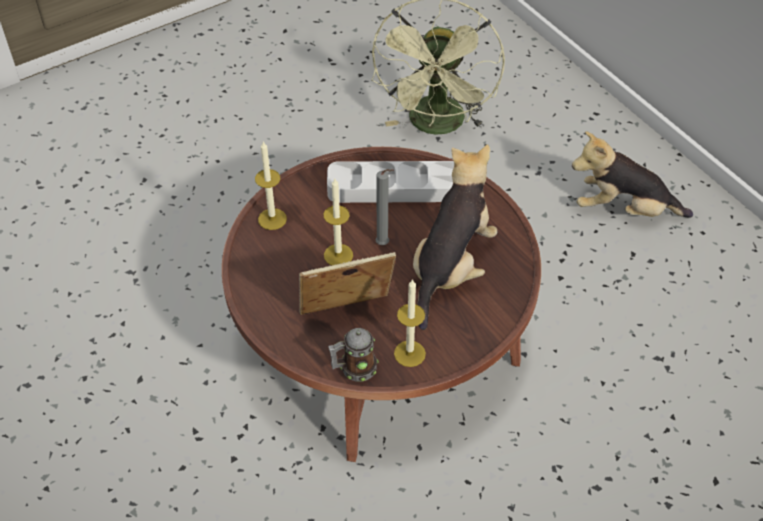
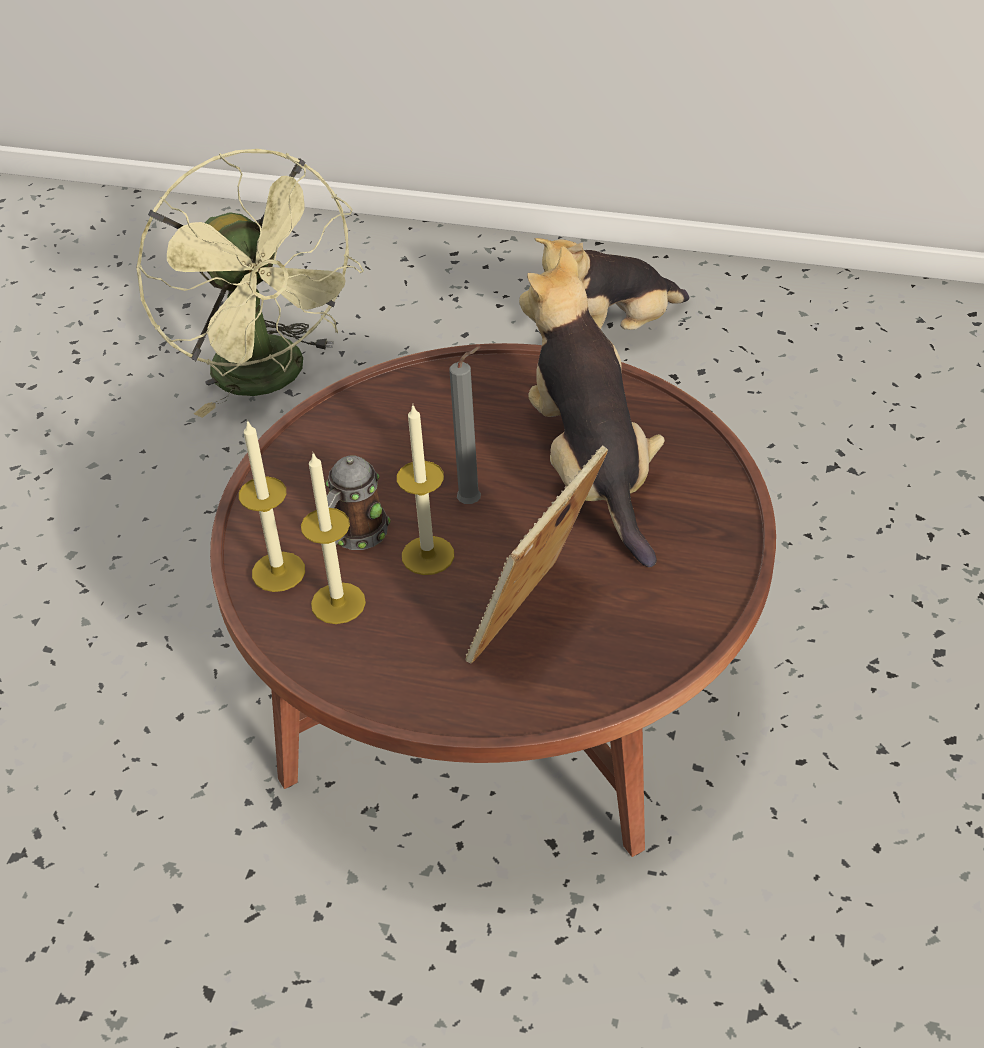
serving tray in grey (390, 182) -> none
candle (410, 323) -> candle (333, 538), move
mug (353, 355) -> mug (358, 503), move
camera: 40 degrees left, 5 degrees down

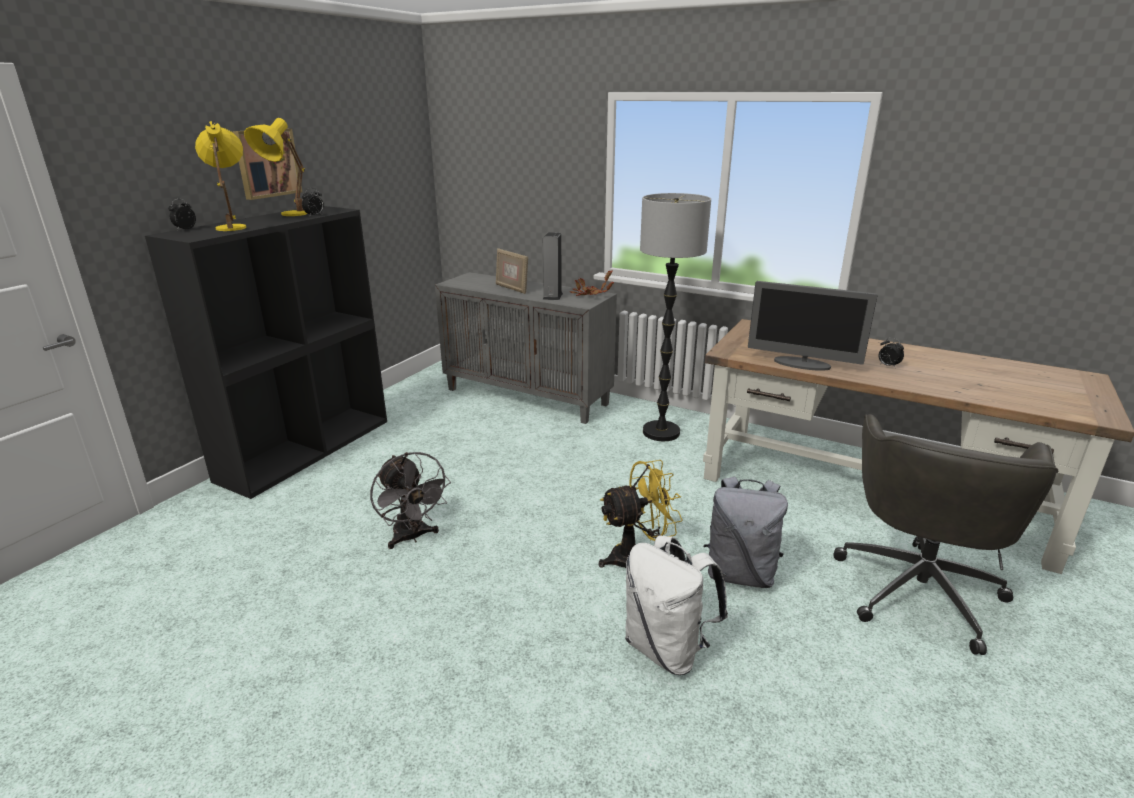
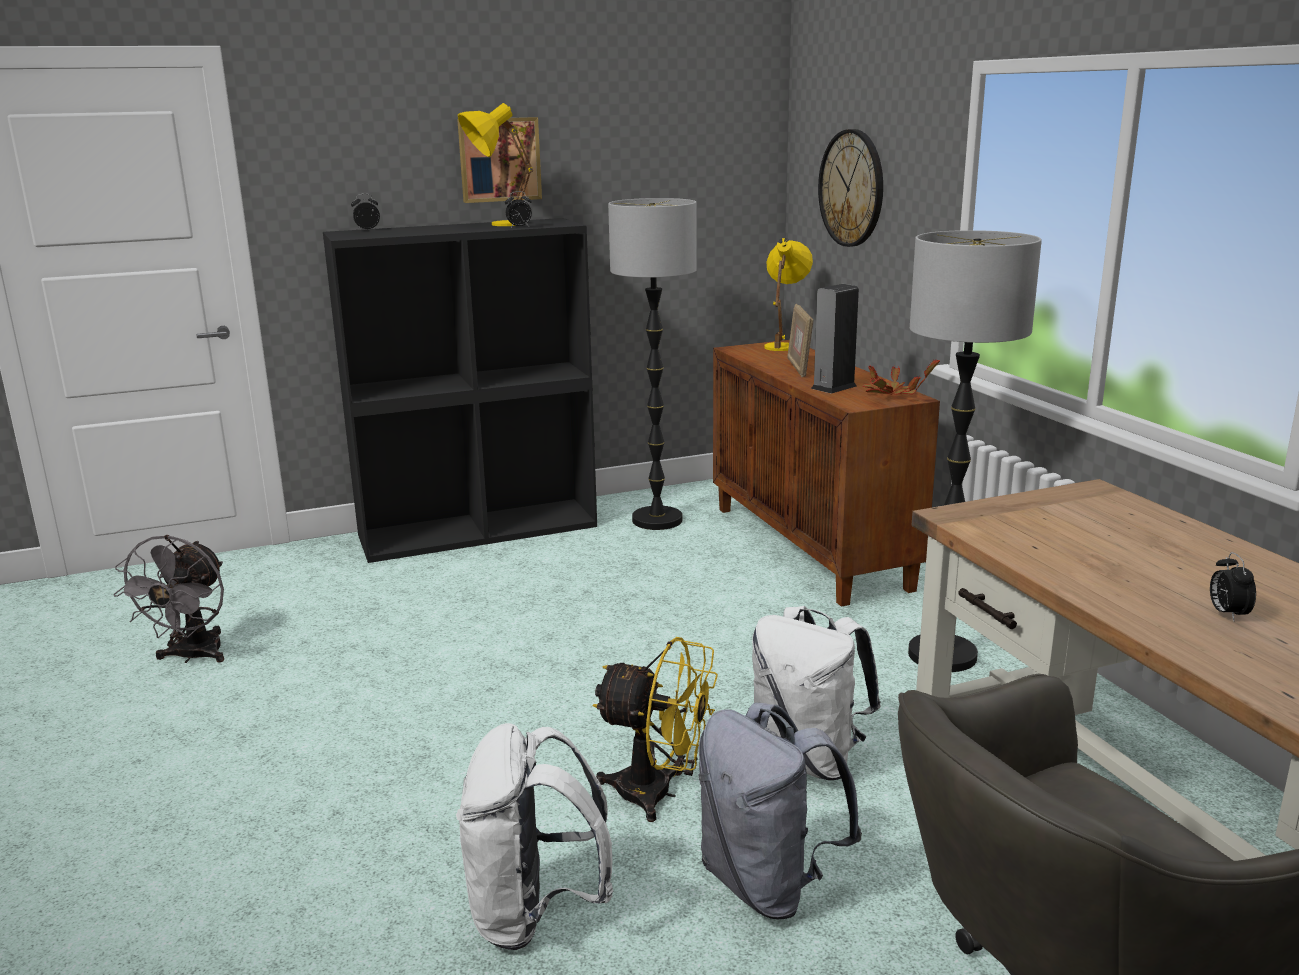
tabletop lamp in yellow-coloured (220, 176) -> tabletop lamp in yellow-coloured (788, 294), move
cupboard in grey (526, 348) -> cupboard in brown (826, 473)
computer display (812, 326) -> none
fan in grey (410, 500) -> fan in grey (168, 599), move
none -> clock on the wall (850, 188)
none -> floor lamp (652, 364)
none -> rucksack in white (816, 693)
camera: 40 degrees right, 5 degrees down

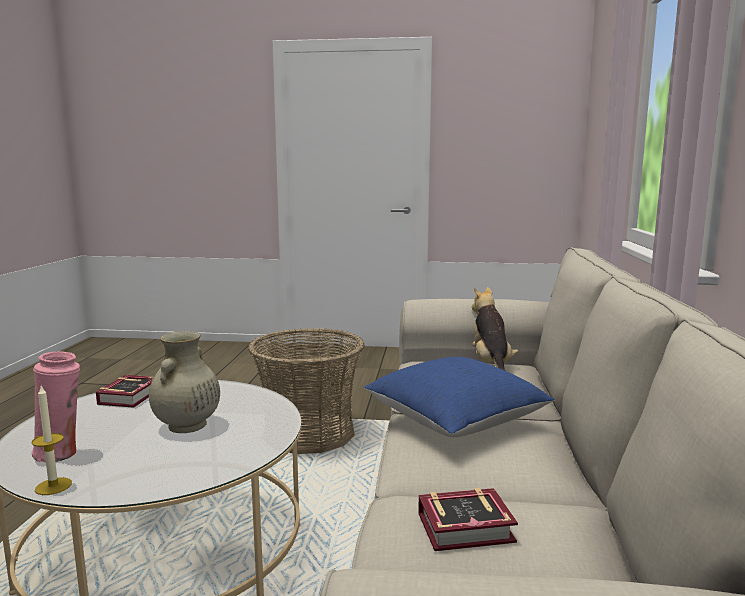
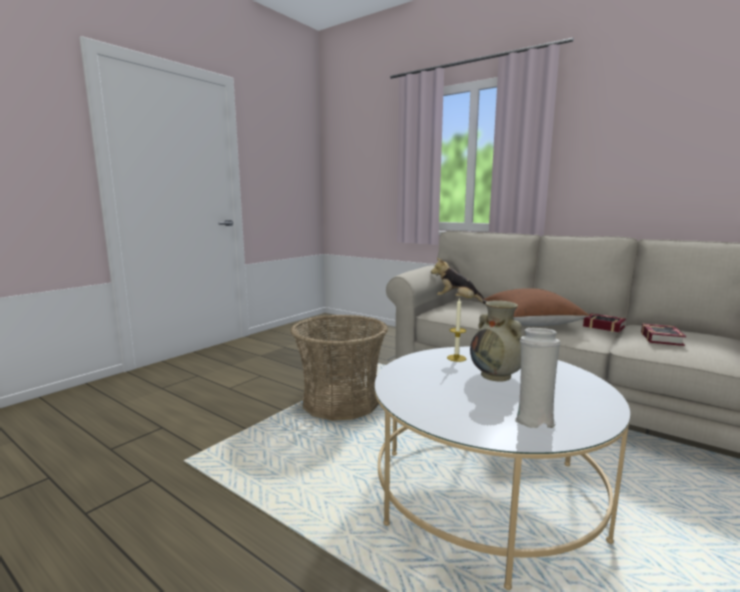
flower vase in pink (56, 407) -> flower vase in white (537, 378)
pillow in blue-coloured (459, 397) -> pillow in brown (536, 307)
volume (125, 391) -> volume (604, 322), move
candle (52, 440) -> candle (456, 330), move
camera: 60 degrees left, 0 degrees up

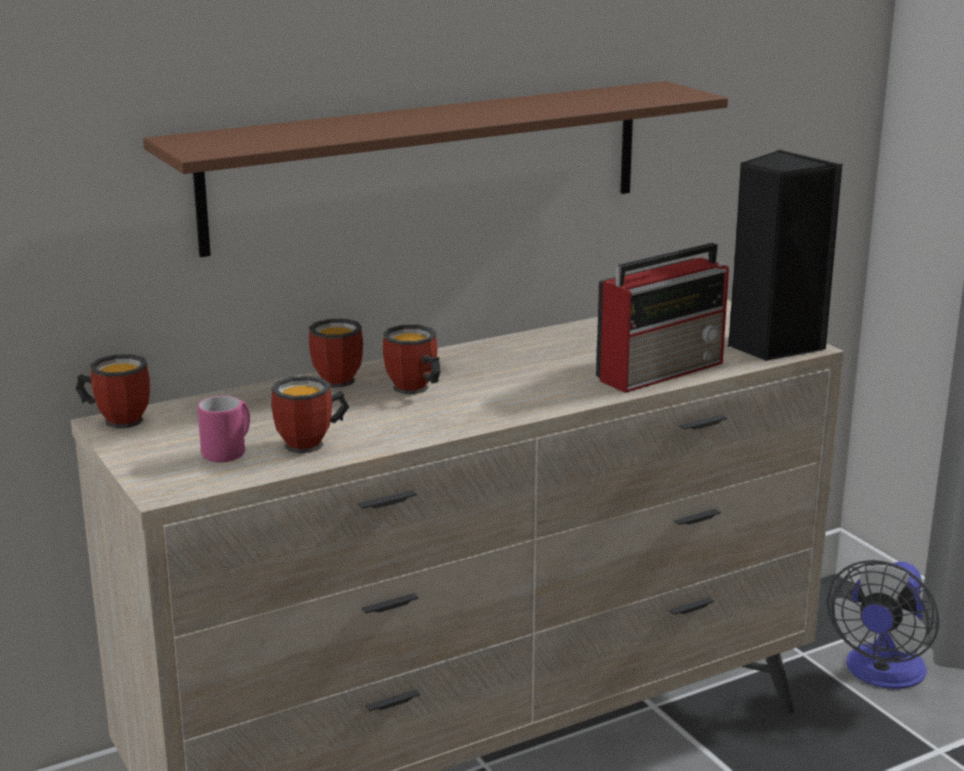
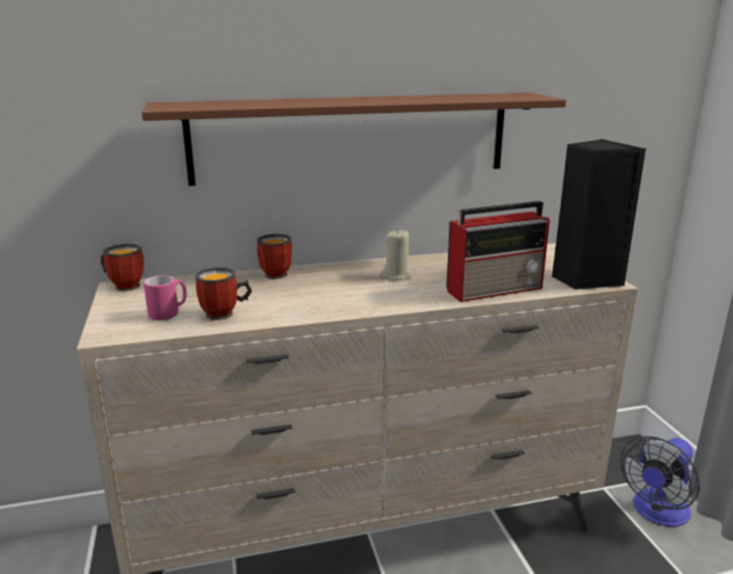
mug (411, 359) -> none
none -> candle in sand-coloured (397, 254)
camera: 15 degrees right, 0 degrees up

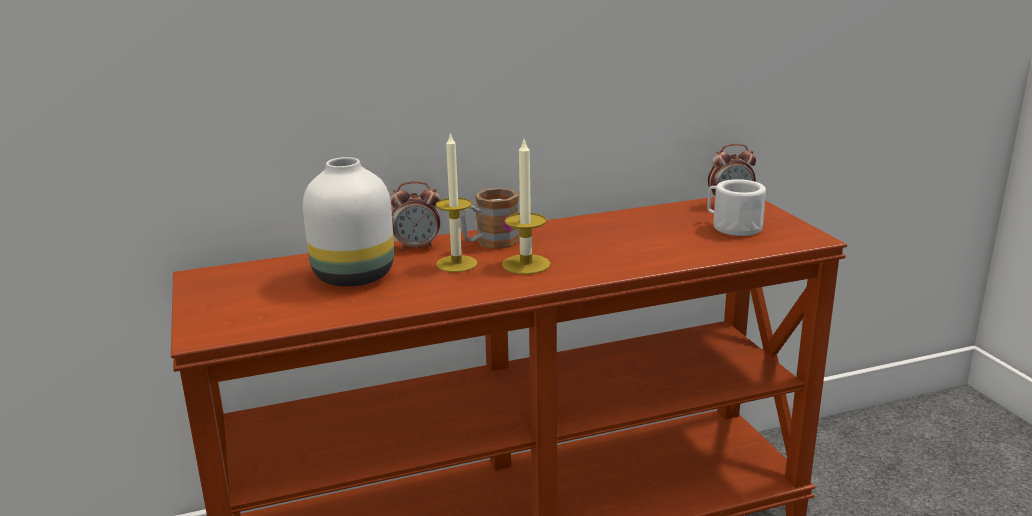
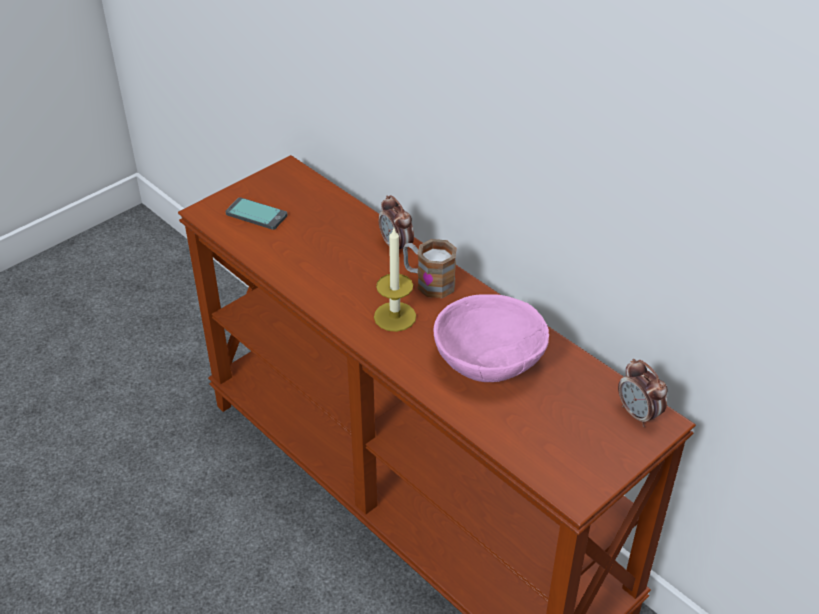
candle (457, 202) -> none
flower vase in white (348, 222) -> none
mug in white (736, 207) -> none
none -> phone (257, 213)
none -> serving bowl in pink (491, 338)
camera: 65 degrees right, 20 degrees up

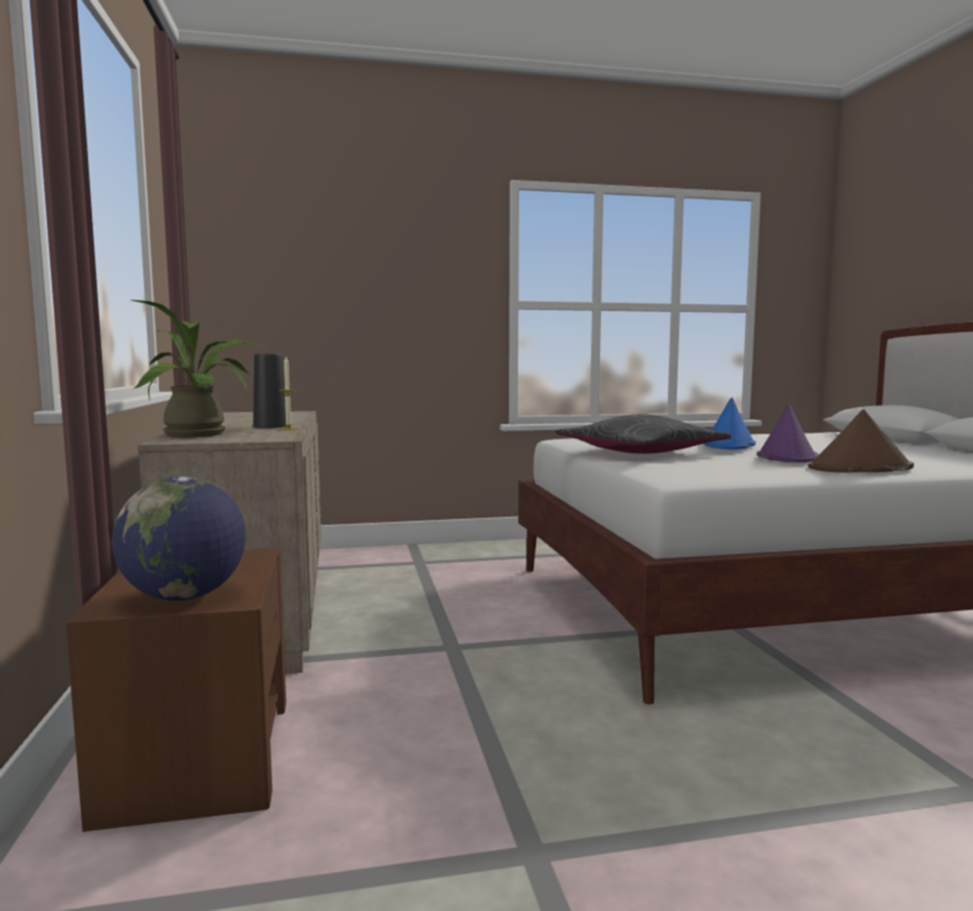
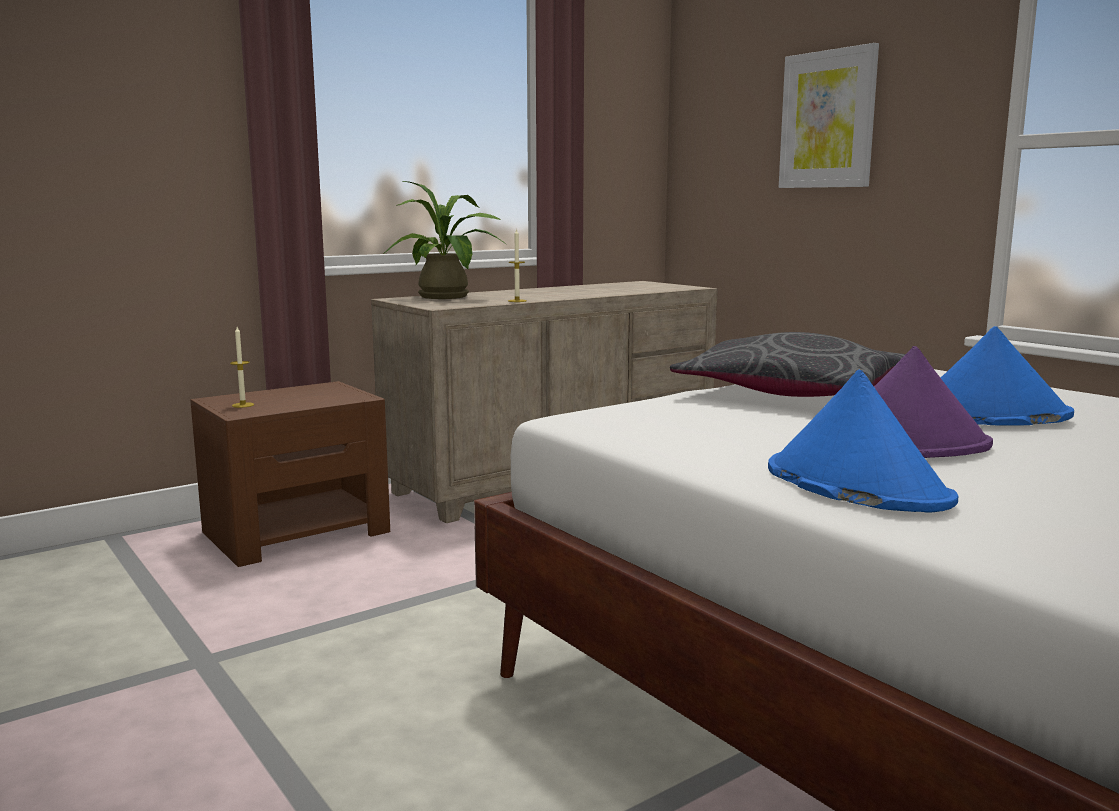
flower vase in blackish (269, 391) -> none
clothing hat in brown (861, 441) -> clothing hat in blue-coloured (863, 441)
globe (179, 538) -> candle (242, 367)
none -> wall picture (829, 115)
camera: 65 degrees right, 5 degrees up

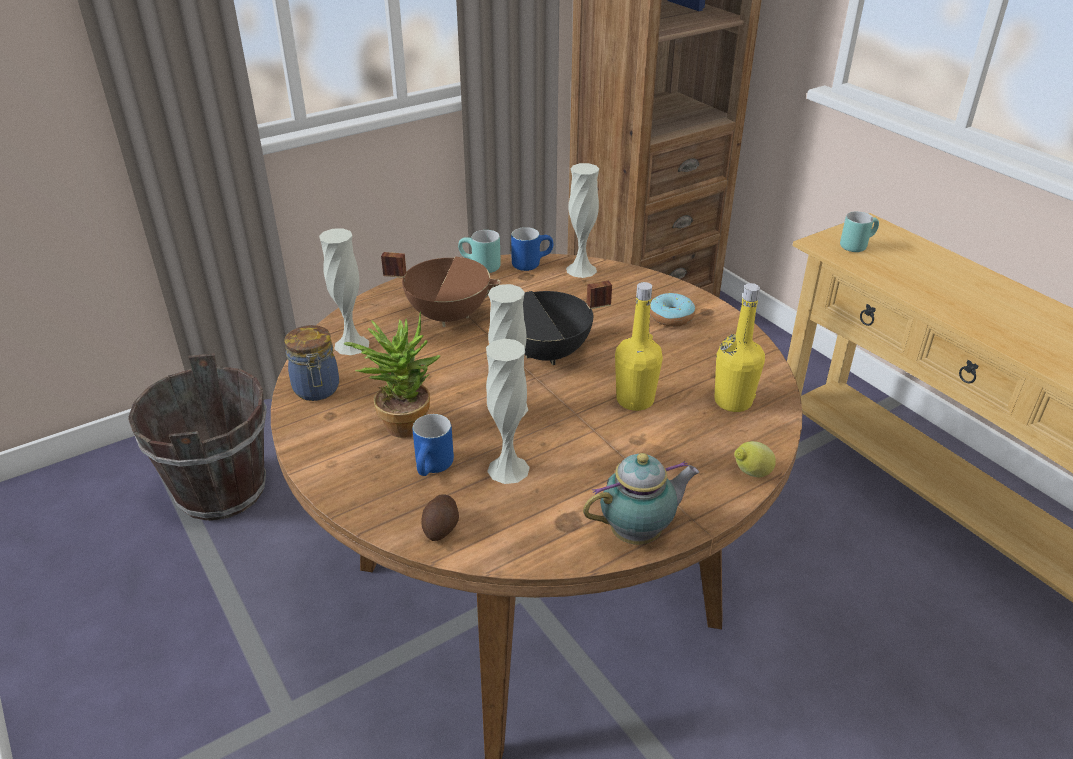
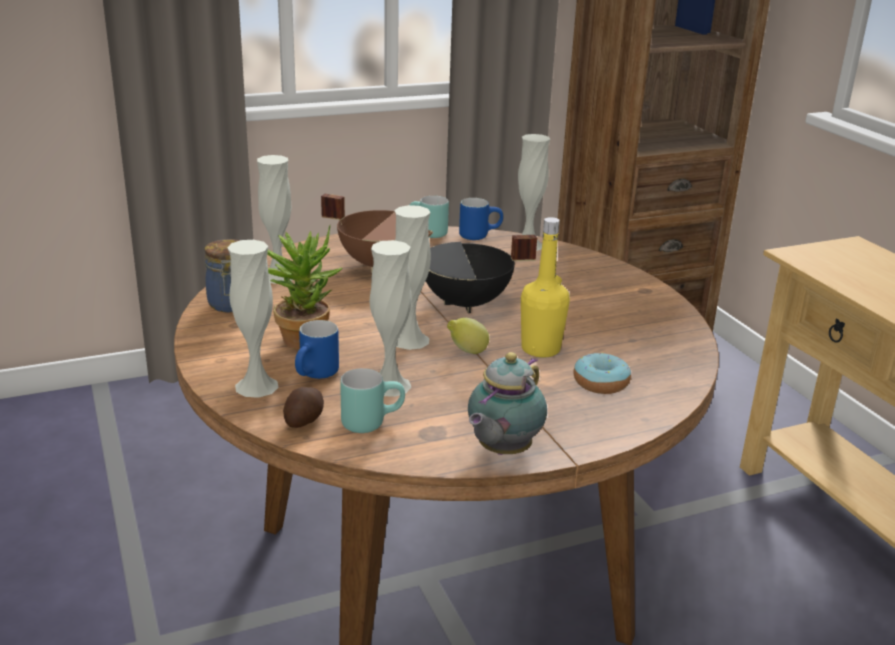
mug in turquoise-coloured (859, 231) -> mug in turquoise-coloured (372, 400), move
beverage bottle in yellow-coloured (739, 347) -> none
doughnut (672, 310) -> doughnut (602, 373), move
water bucket in brown (197, 437) -> none
lemon (755, 459) -> lemon (468, 336), move
teapot (641, 499) -> teapot (507, 403), 135 degrees clockwise
none -> flower vase in white (253, 319)
camera: 10 degrees right, 10 degrees down

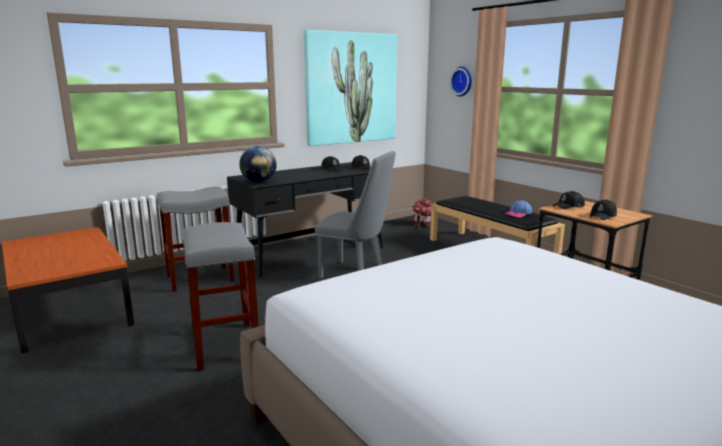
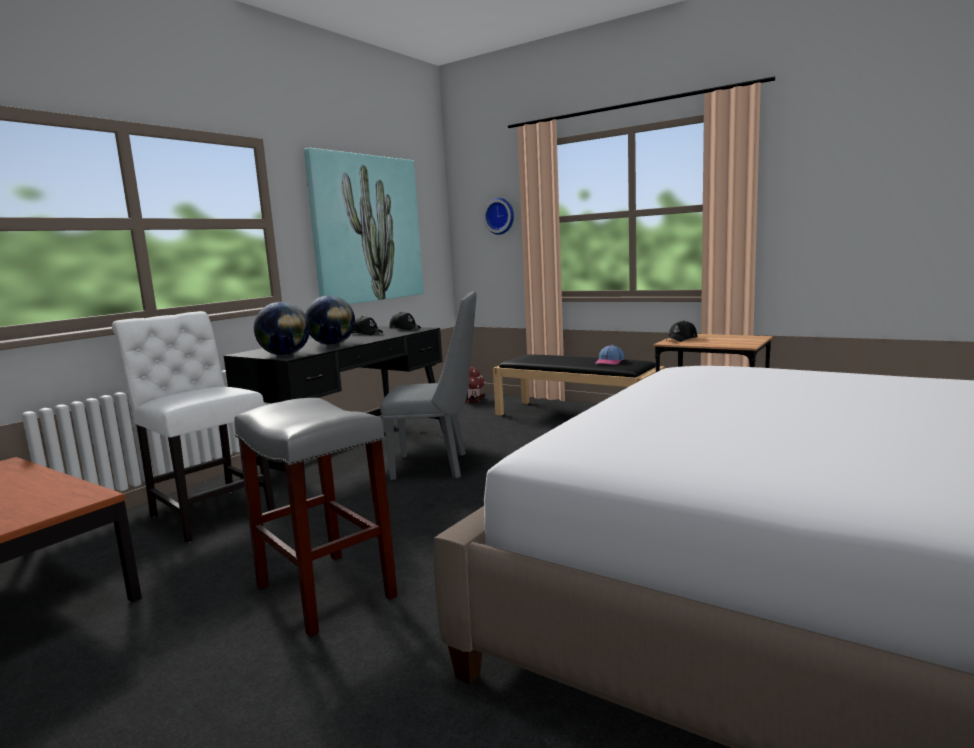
stool seat in grey (195, 239) -> plain chair in white (193, 427)
peaked cap in blackish (603, 209) -> none
none -> globe (330, 320)
camera: 20 degrees left, 5 degrees down

